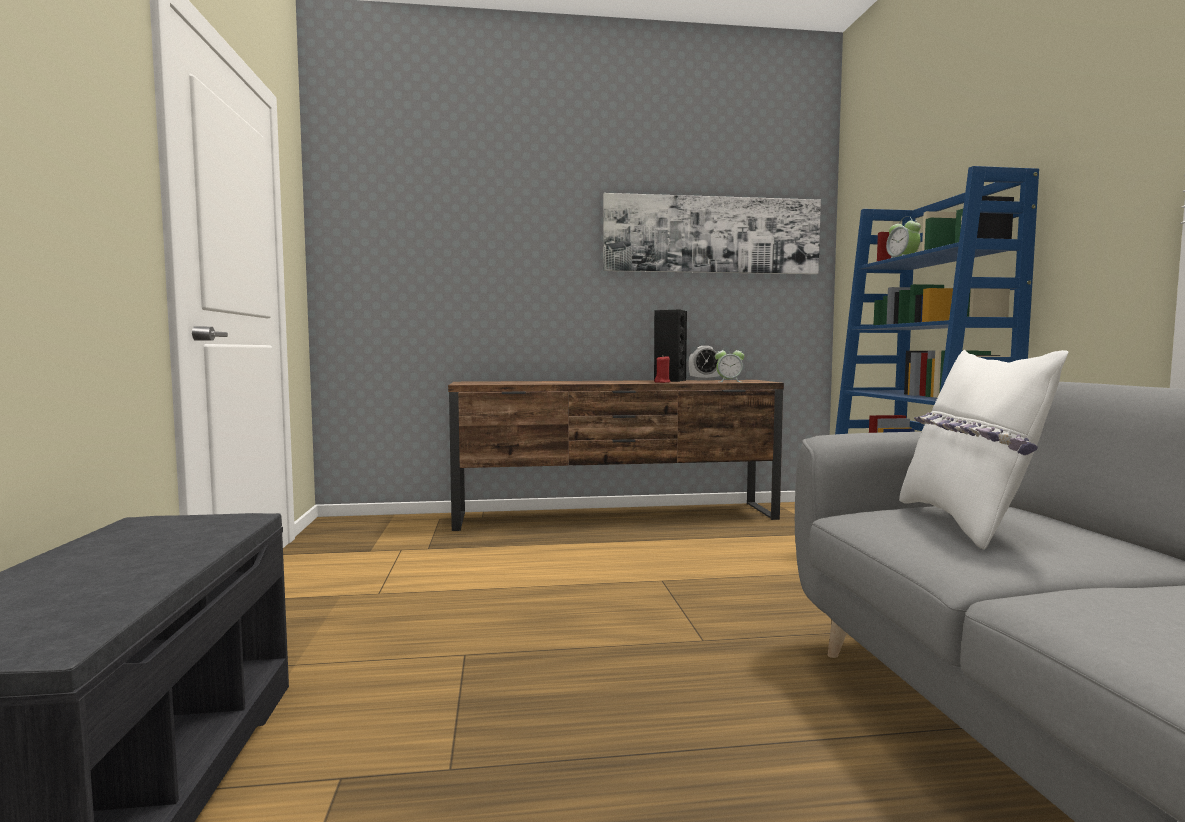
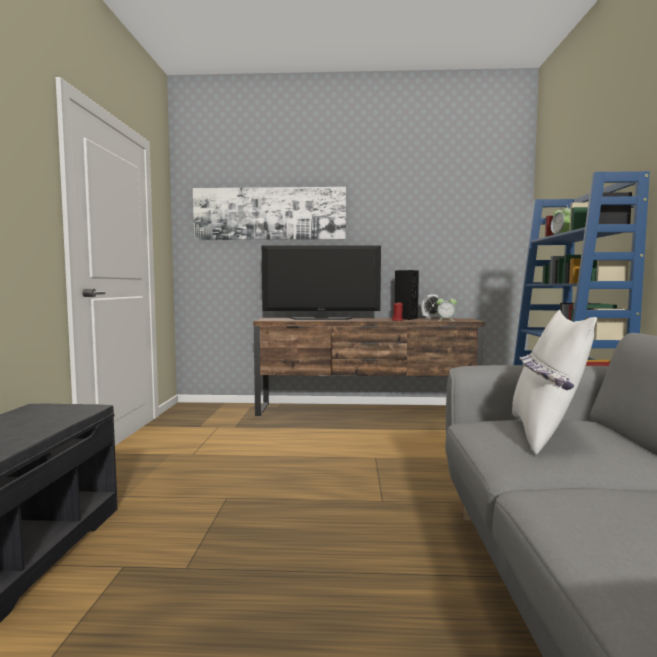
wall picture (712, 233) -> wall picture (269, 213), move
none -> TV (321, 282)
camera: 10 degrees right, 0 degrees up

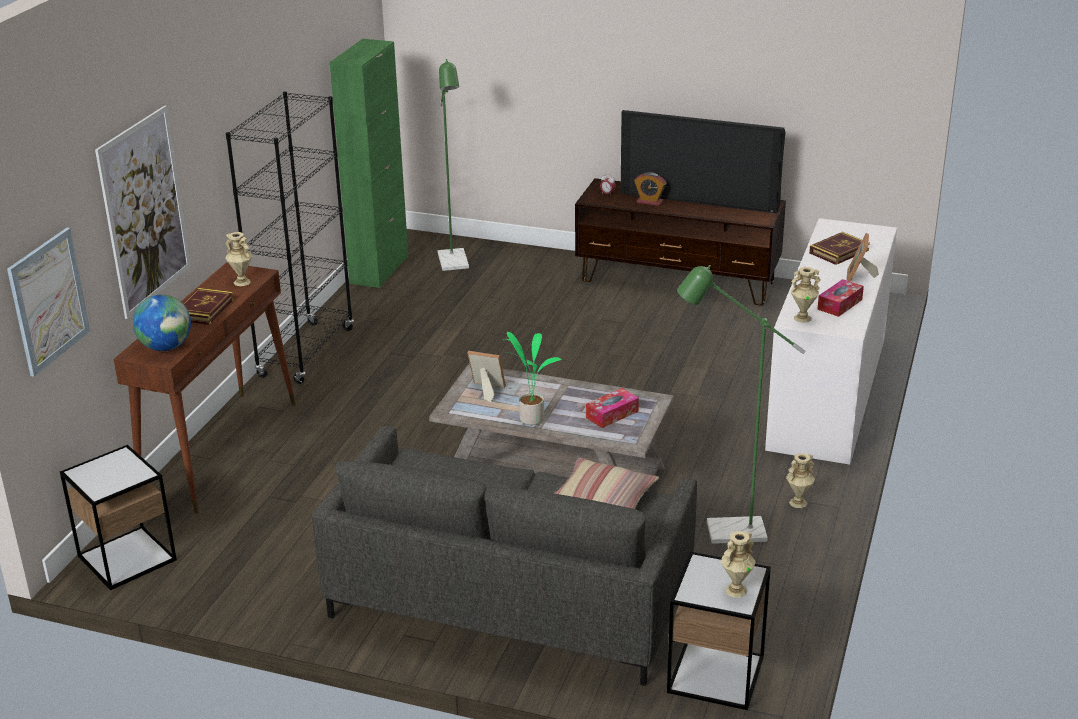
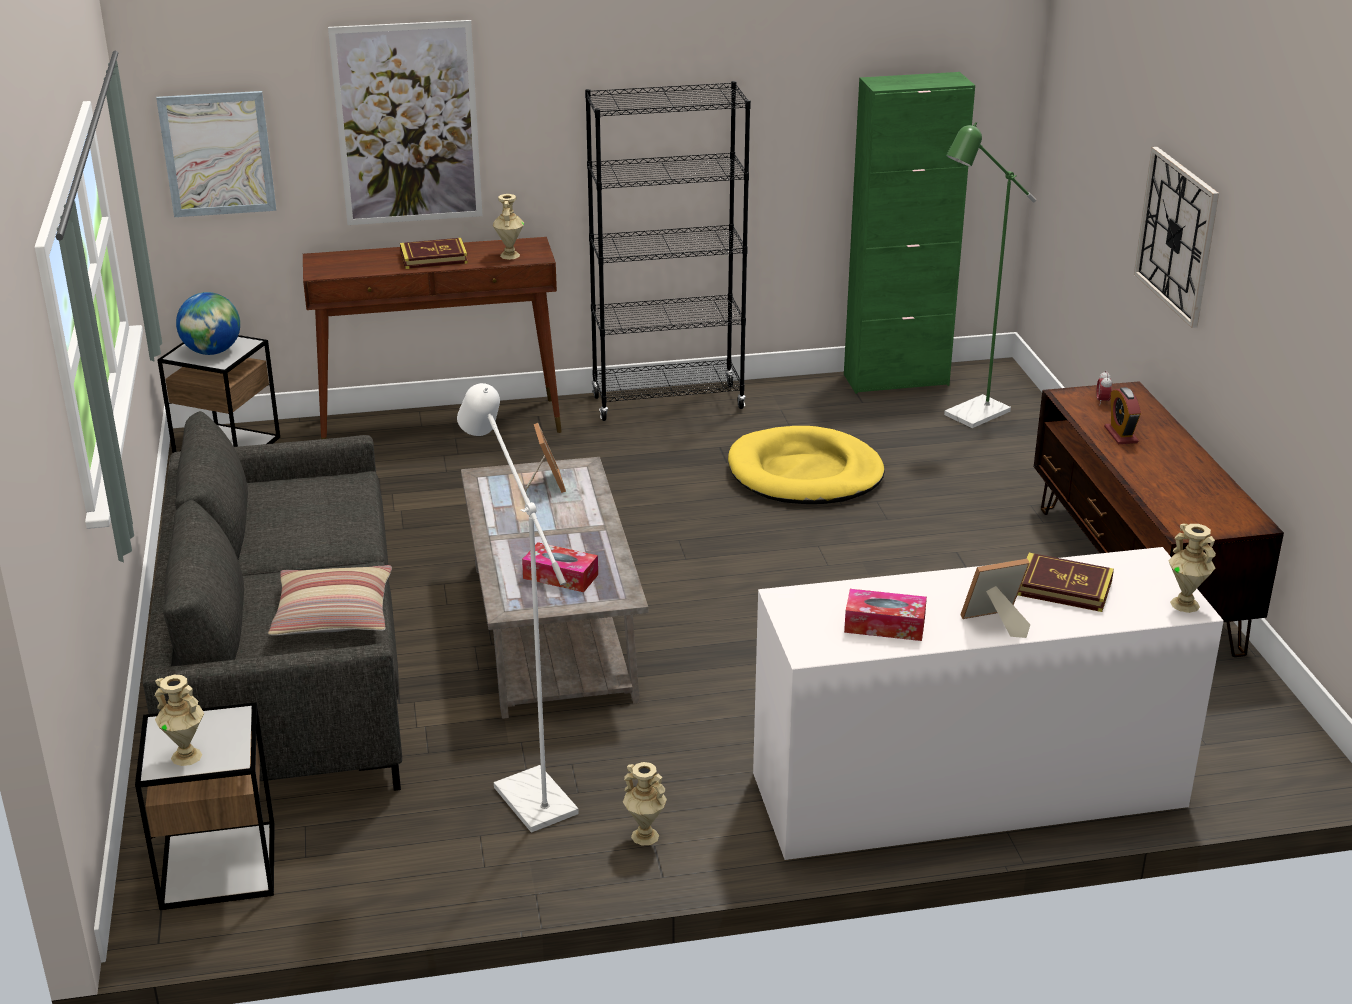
TV (703, 161) -> none
floor lamp in green-coloured (741, 404) -> floor lamp in white (518, 608)
flower vase in sand-coloured (806, 295) -> flower vase in sand-coloured (1192, 568), move
globe (162, 323) -> globe (208, 323), move
houseplant (532, 378) -> none
none -> clock on the wall (1176, 237)
none -> dog cushion in yellow-coloured (806, 465)
camera: 60 degrees right, 0 degrees up

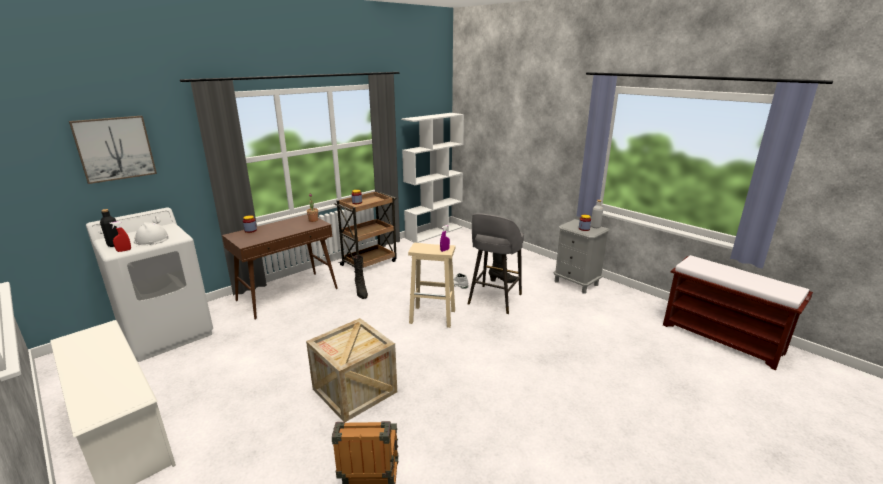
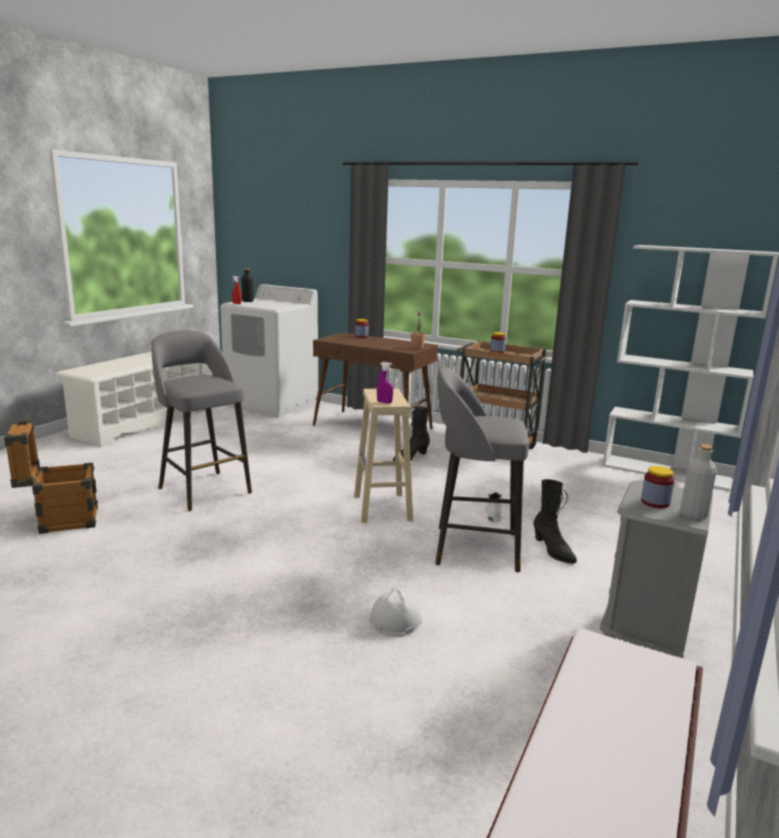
wall picture (113, 150) -> none
work helmet in white (151, 233) -> work helmet in white (396, 612), move
packing crate (351, 370) -> stool seat in grey (201, 420)
camera: 70 degrees right, 5 degrees down

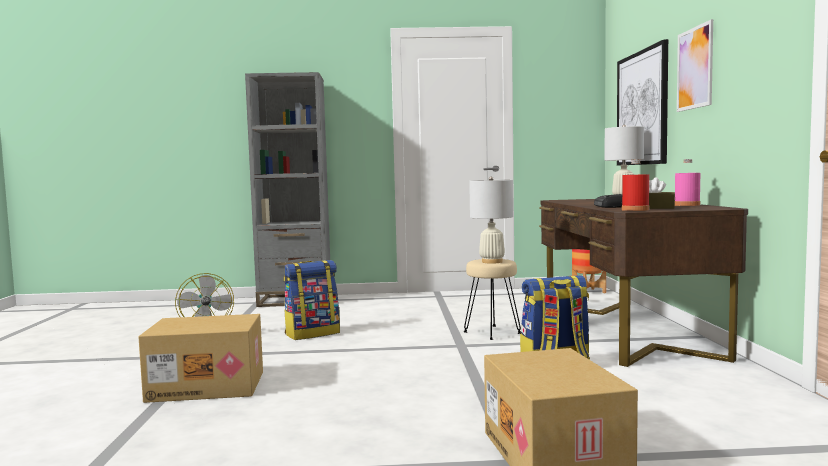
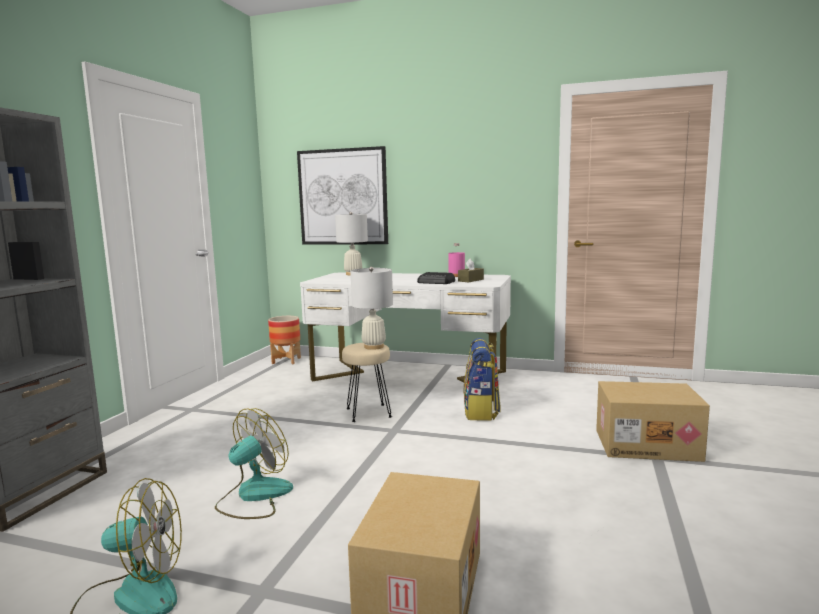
wall picture (695, 65) -> none
beverage bottle in reddish (635, 185) -> none
desk unit in brown (643, 283) -> desk unit in white (405, 327)
rucksack (311, 300) -> fan (254, 463)
camera: 70 degrees left, 5 degrees up

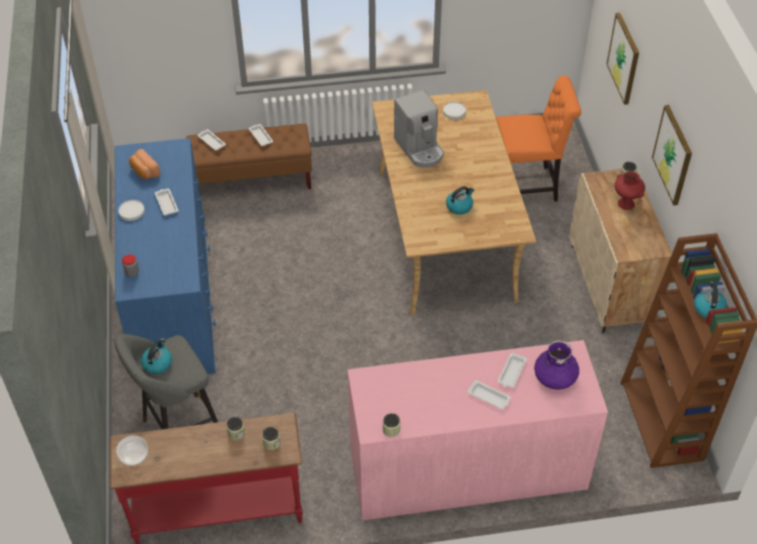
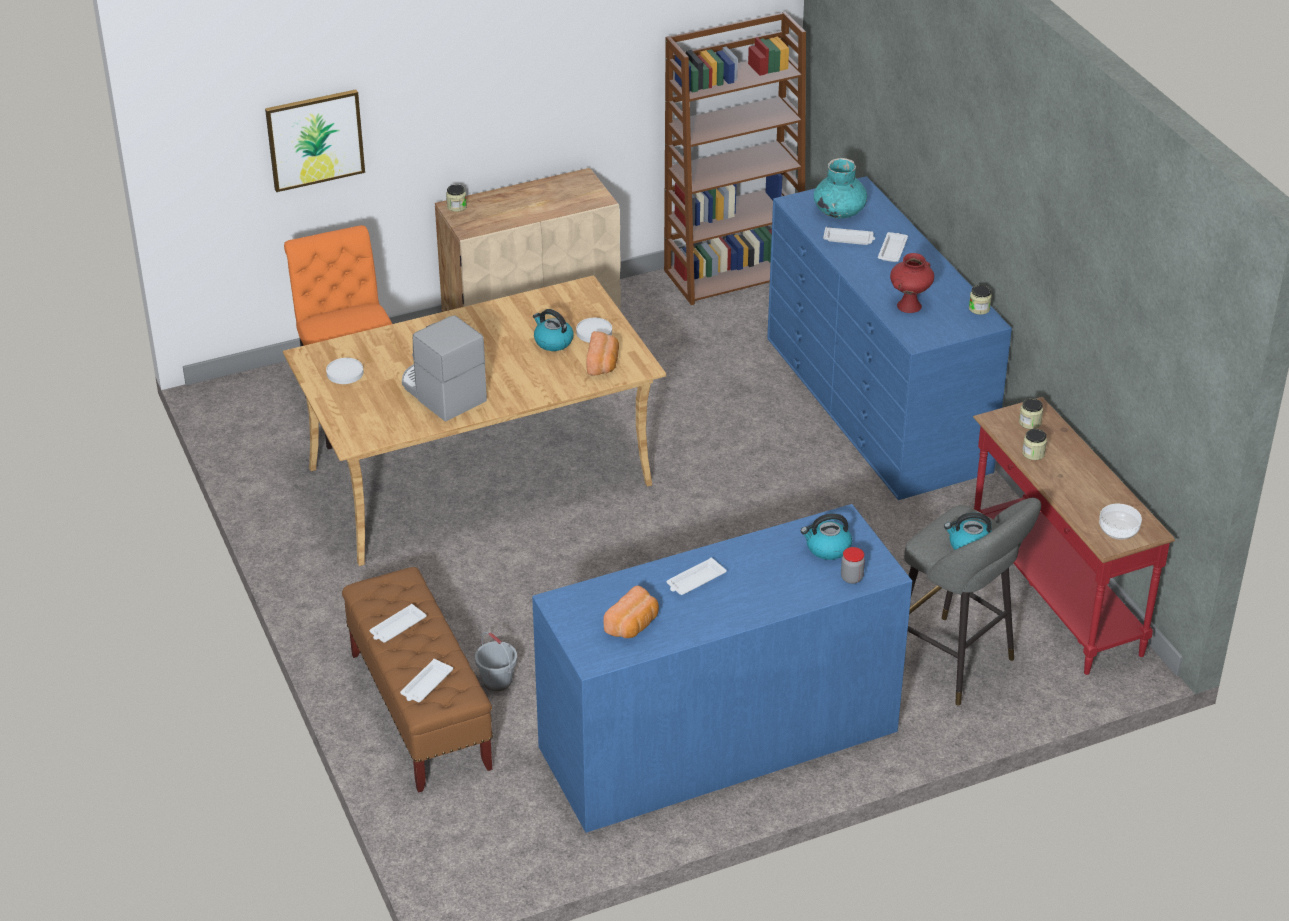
coffee machine (419, 129) -> coffee machine (444, 368), 90 degrees counterclockwise
wall picture (672, 155) -> none
flower vase in reddish (630, 190) -> flower vase in reddish (912, 283), move
plate in white (131, 210) -> plate in white (594, 330), move
tea kettle (710, 299) -> tea kettle (826, 536), move
drawer chest in pink (477, 430) -> drawer chest in blue-coloured (889, 338)
flower vase in purplish (556, 365) -> flower vase in turquoise-coloured (840, 188)
none -> bakery bread (603, 353)
none -> water bucket in grey (496, 661)
camera: 105 degrees left, 10 degrees down

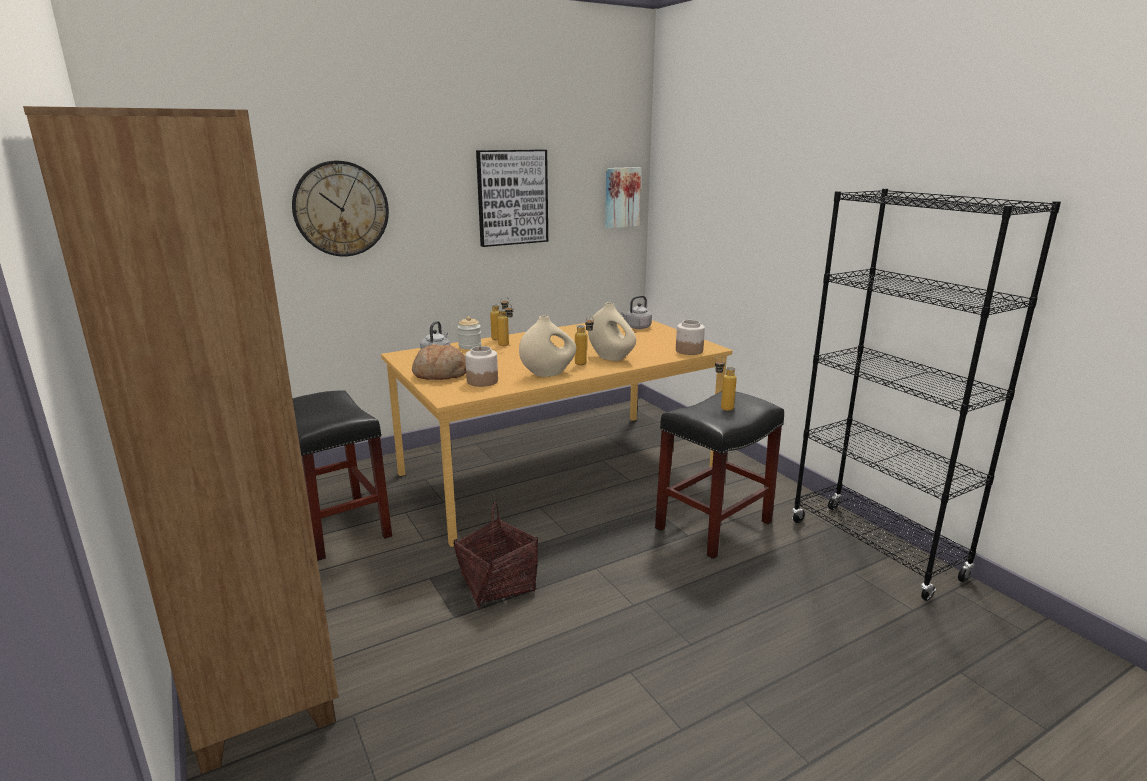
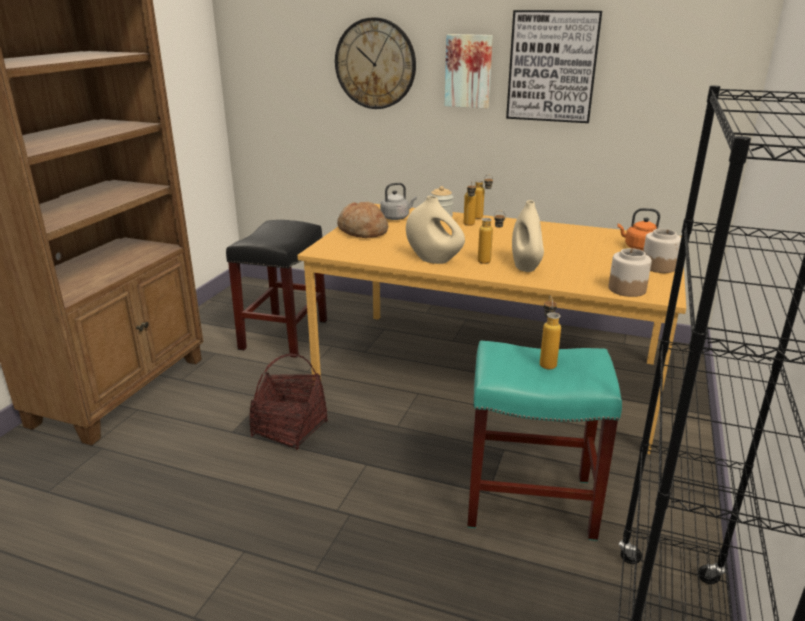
wall picture (623, 197) -> wall picture (469, 71), move
tea kettle in grey (636, 312) -> tea kettle in orangey (638, 229)
storage jar (481, 366) -> storage jar (662, 251), move
stool seat in blackish (719, 475) -> stool seat in turquoise-coloured (544, 441)
camera: 50 degrees right, 5 degrees up

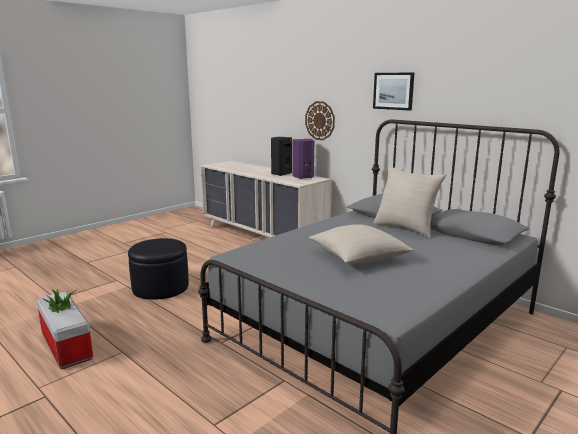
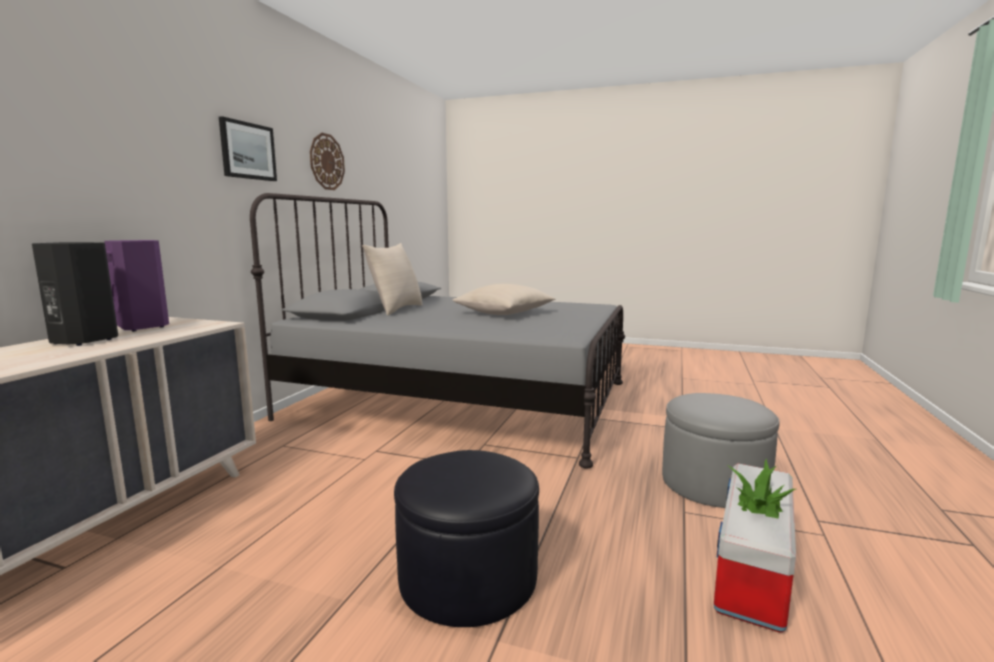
clock on the wall (320, 120) -> clock on the wall (327, 161), move
none -> ottoman in grey (721, 450)
camera: 115 degrees left, 5 degrees down

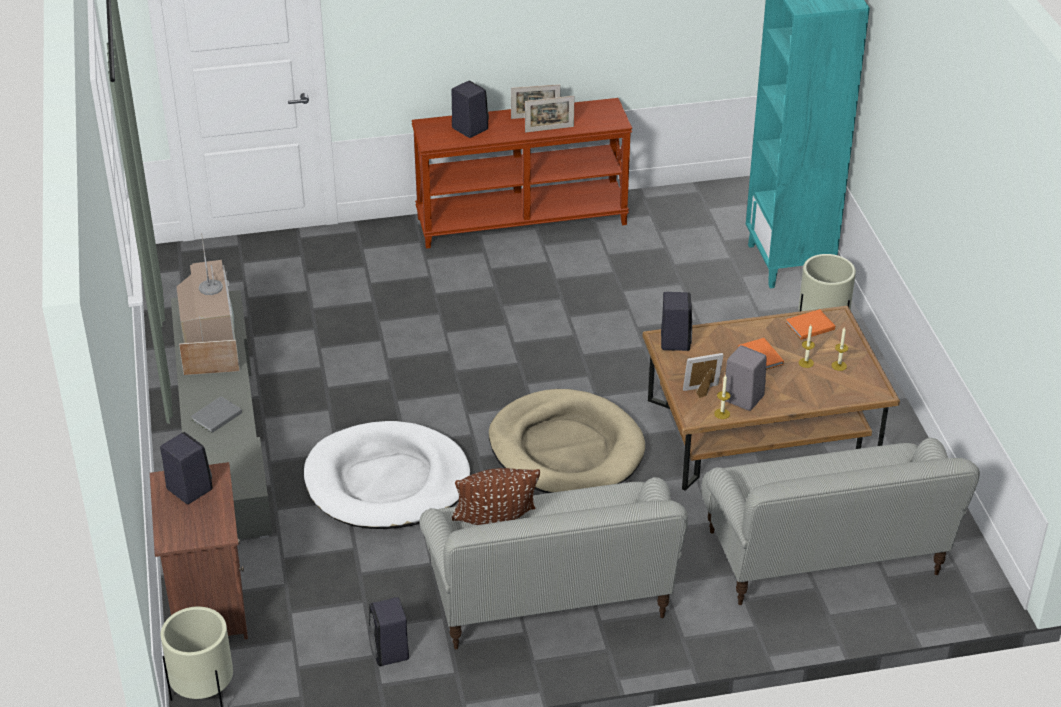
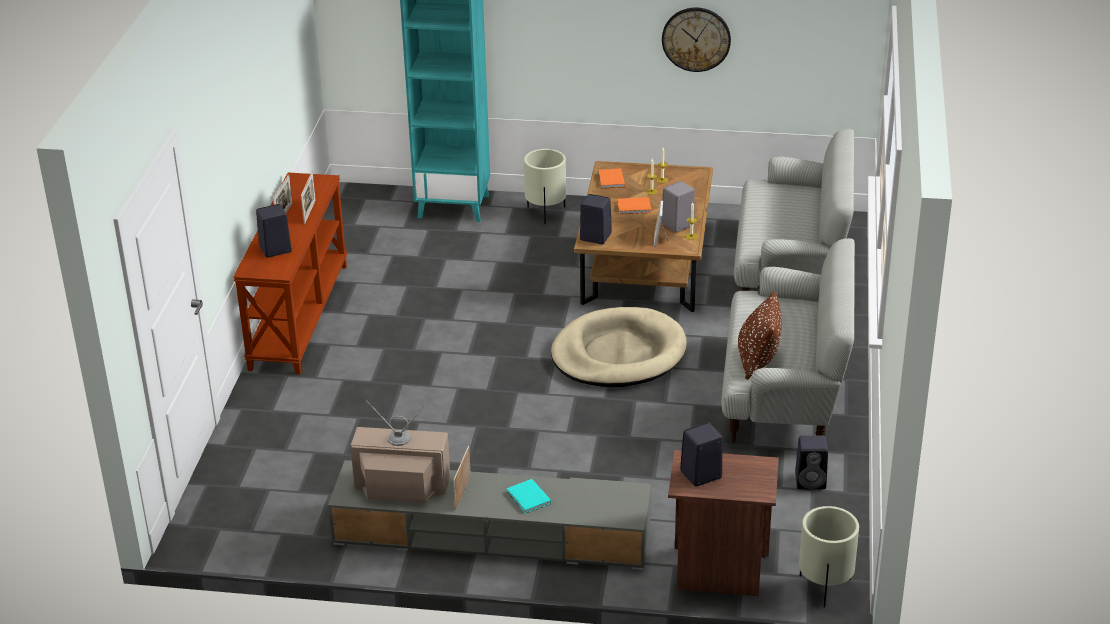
volume in grey (216, 414) -> volume in turquoise-coloured (529, 496)
dog cushion in white (387, 475) -> none
none -> clock on the wall (696, 40)
camera: 70 degrees left, 5 degrees down

